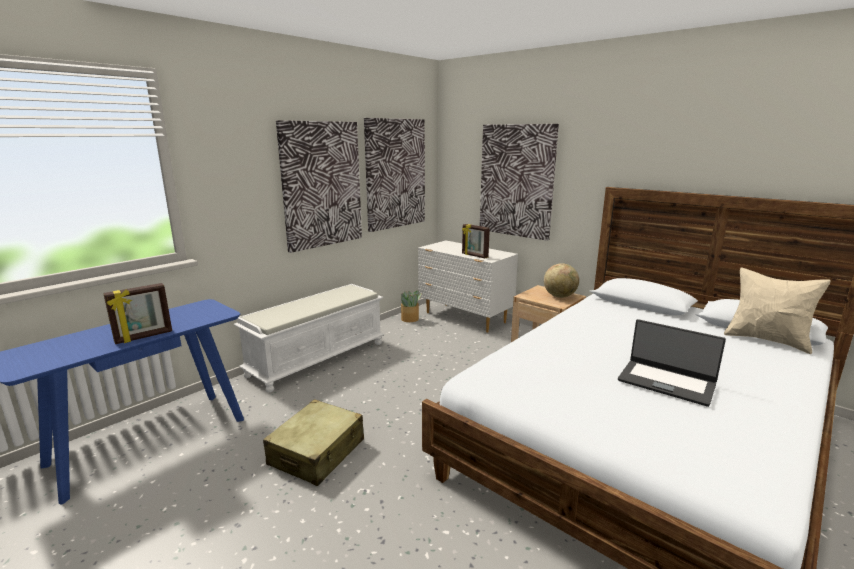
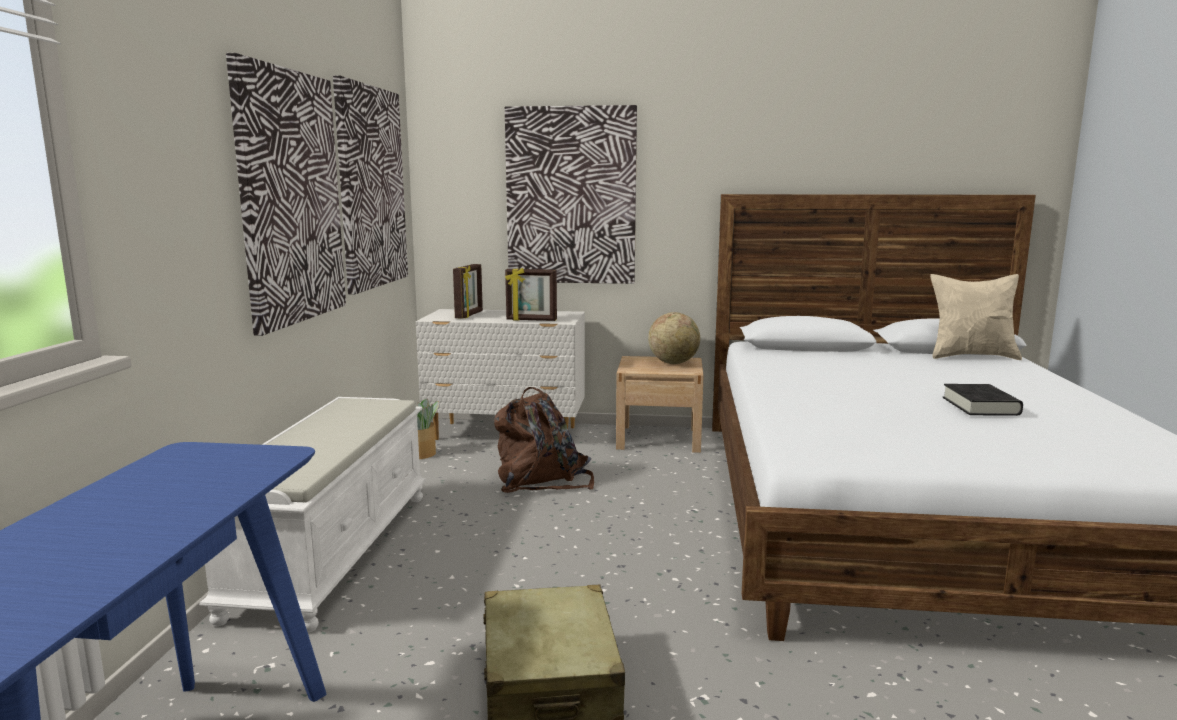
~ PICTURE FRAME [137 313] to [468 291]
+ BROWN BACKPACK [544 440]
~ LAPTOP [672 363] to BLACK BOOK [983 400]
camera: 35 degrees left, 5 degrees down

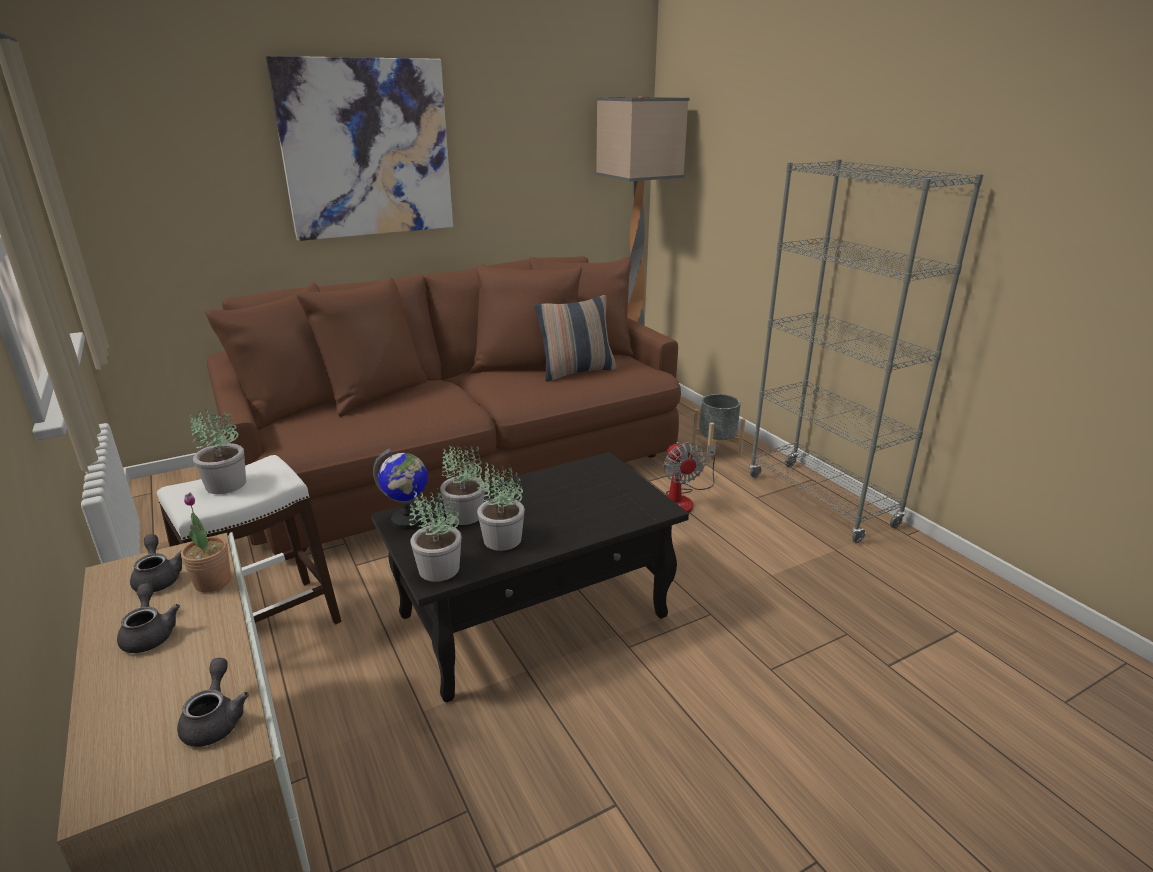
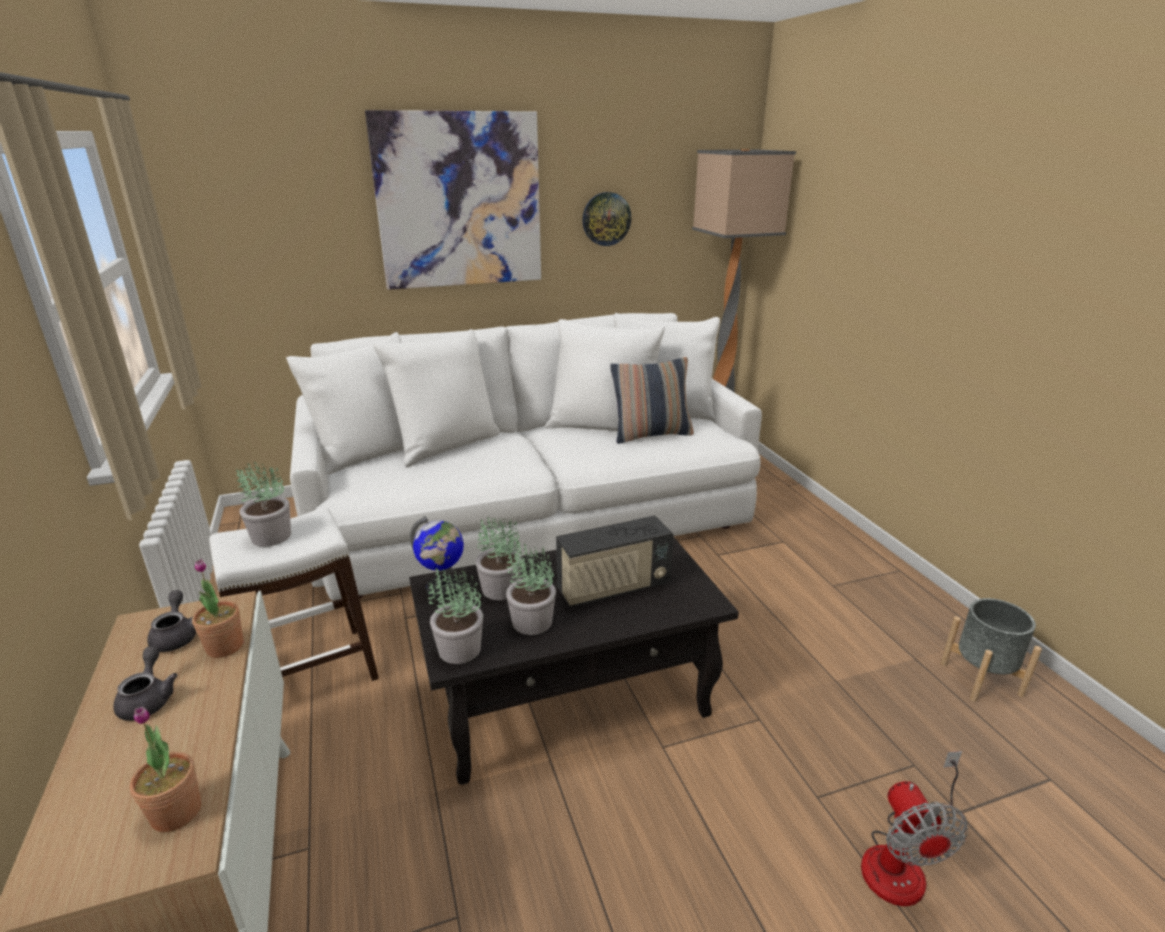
~ GREY TEAPOT [213 702] to POTTED PLANT [165 769]
~ BROWN SOFA [442 405] to WHITE SOFA [524 457]
+ RADIO [615 562]
+ WALL CLOCK [606 219]
~ FAN [690 477] to [914 828]
~ GREY PLANTER [719 427] to [991 650]
- GREY BOOKCASE [866 351]
camera: 10 degrees right, 0 degrees up

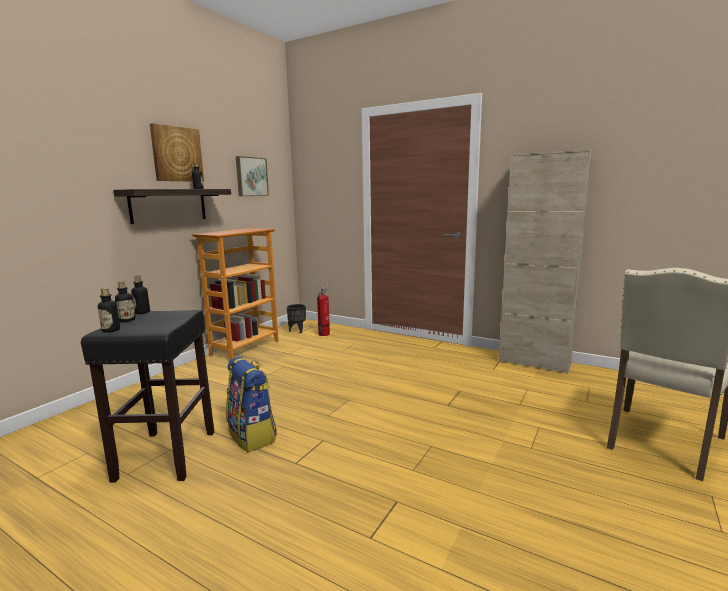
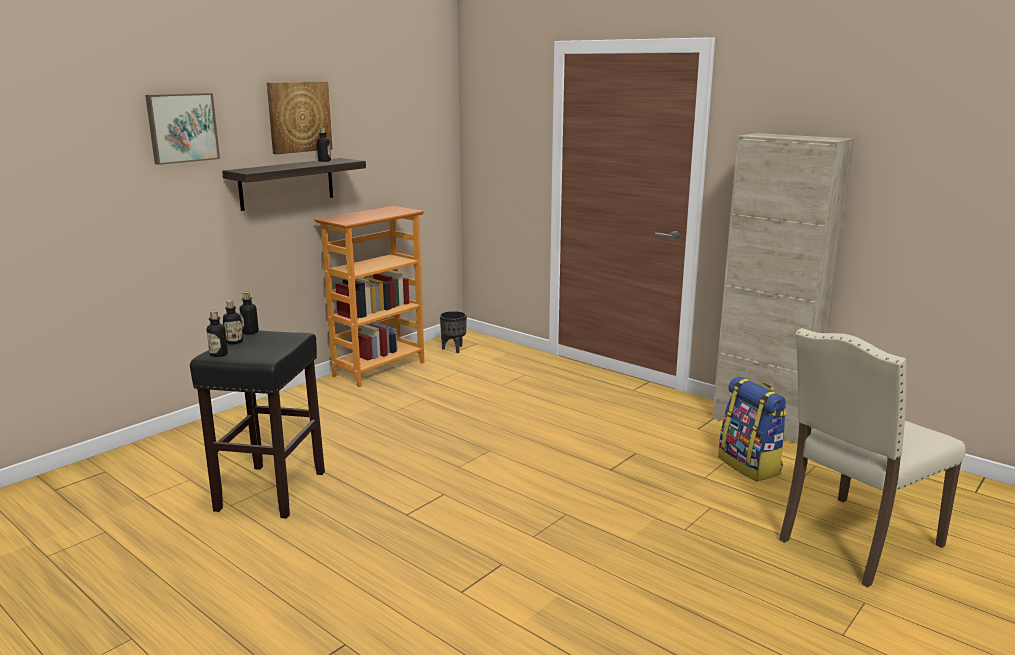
~ PICTURE [252 176] to [182 129]
~ BACKPACK [251 404] to [753 429]
- FIRE EXTINGUISHER [323 310]
camera: 10 degrees right, 5 degrees up

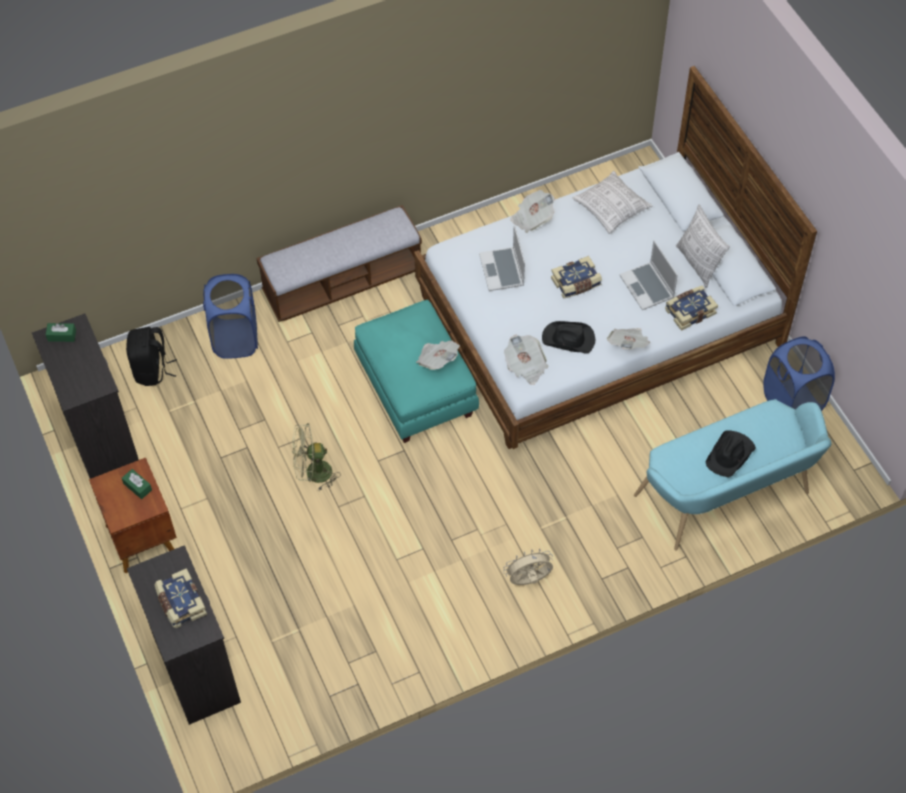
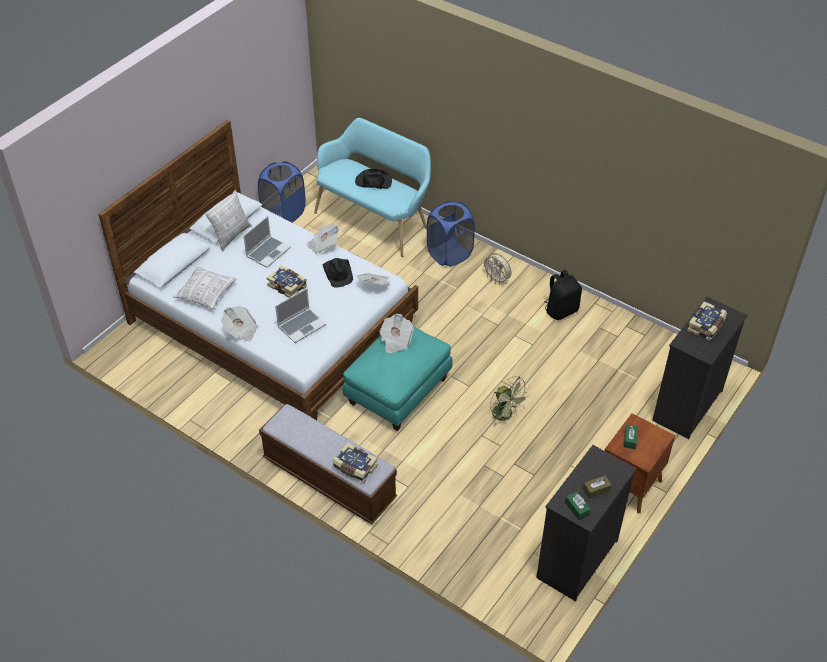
~ BOOK [691 308] to [355 462]
~ BLUE LAUNDRY BASKET [230 316] to [451 234]
~ BLACK BACKPACK [151 356] to [563 295]
+ BROWN TISSUE BOX [597 487]
camera: 120 degrees left, 10 degrees down

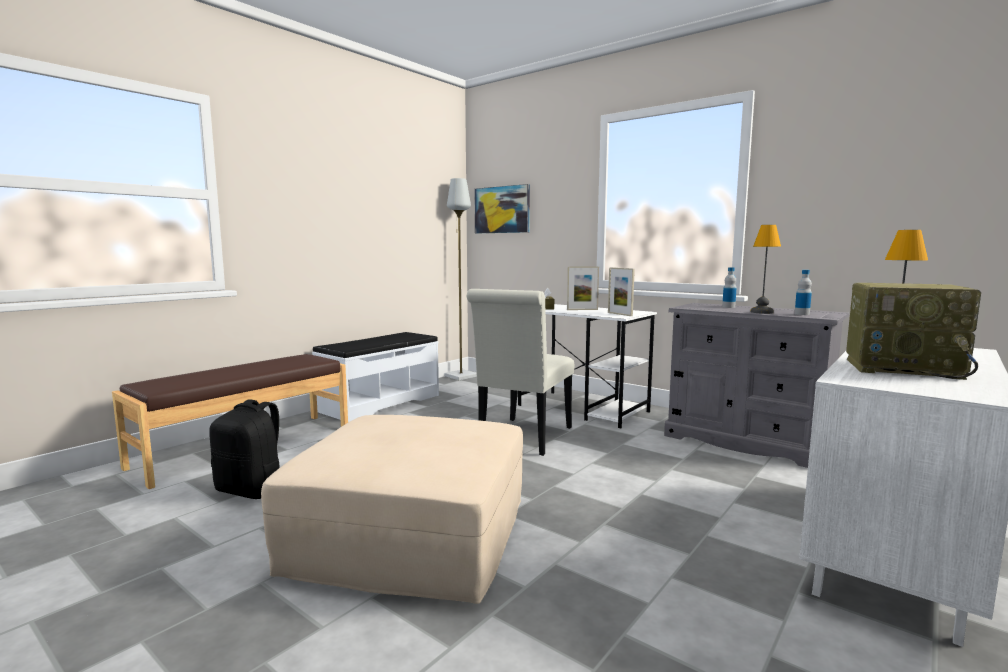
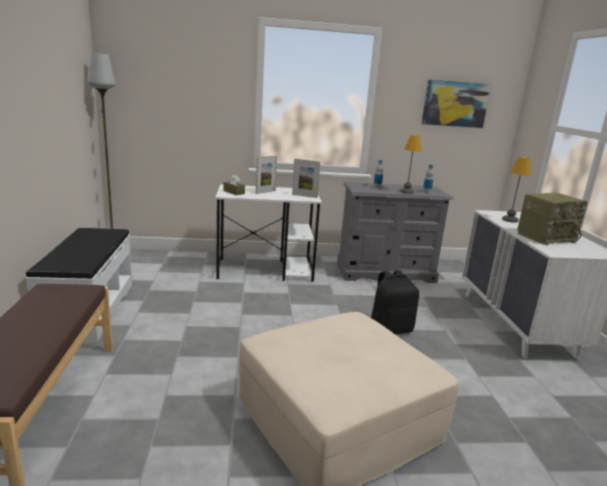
~ BLACK BACKPACK [244 449] to [394 302]
~ PICTURE [502 208] to [456 104]
- WHITE CHAIR [520 372]
camera: 45 degrees left, 10 degrees up

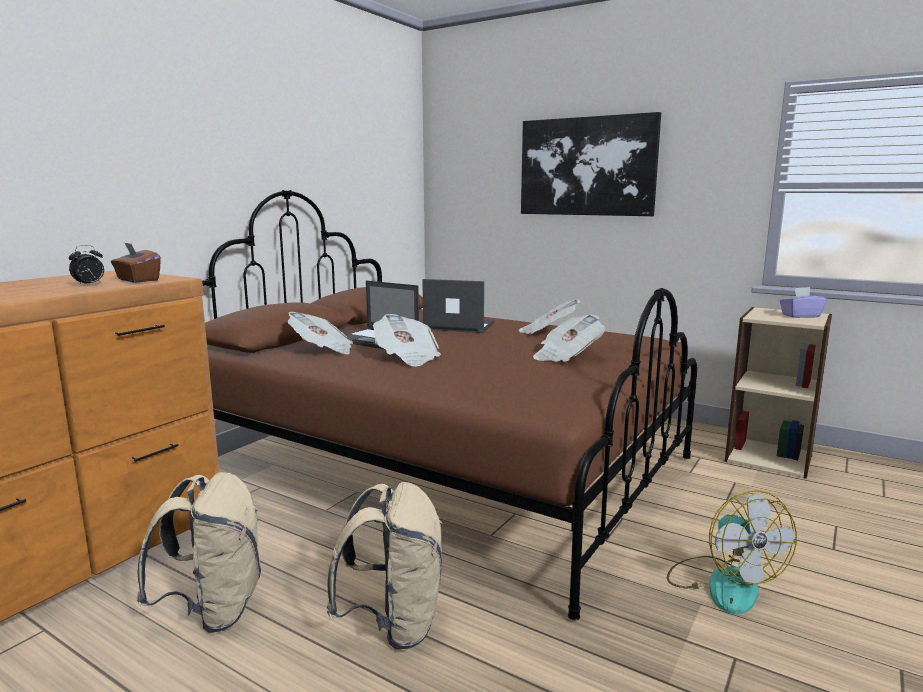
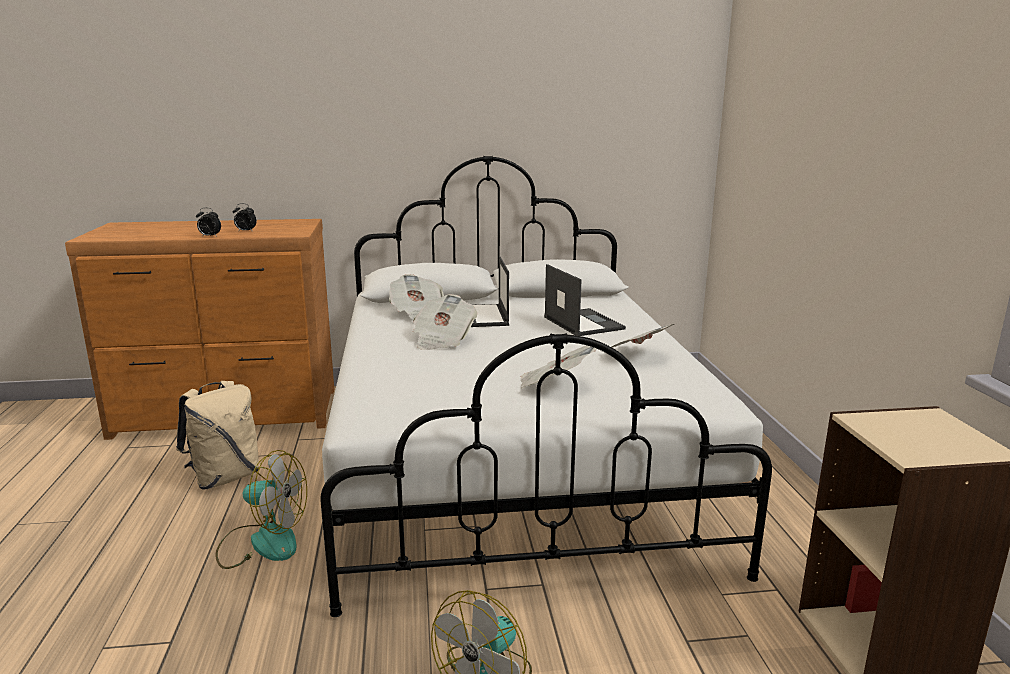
+ ALARM CLOCK [208 222]
~ BEIGE BACKPACK [384 566] to FAN [261 509]
~ BROWN BED [449 405] to WHITE BED [546 386]
- BROWN TISSUE BOX [136 262]
- PICTURE [591 164]
- PURPLE TISSUE BOX [803 302]
camera: 50 degrees right, 5 degrees up

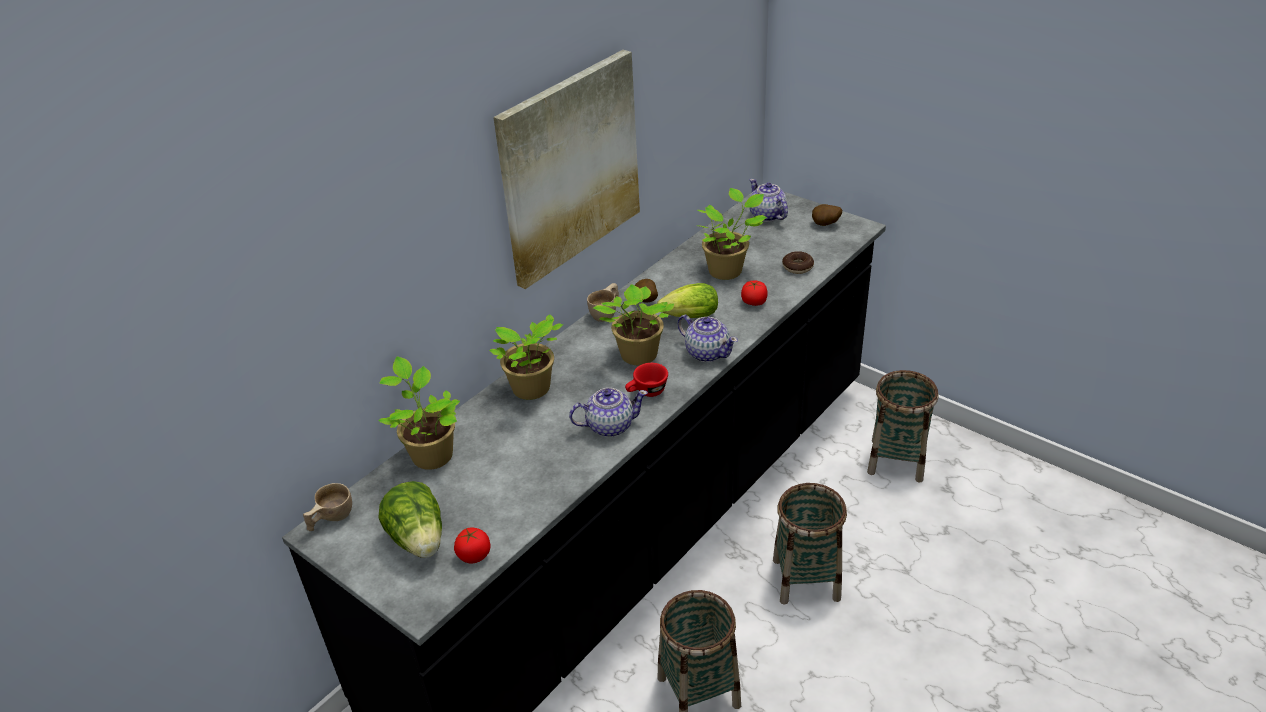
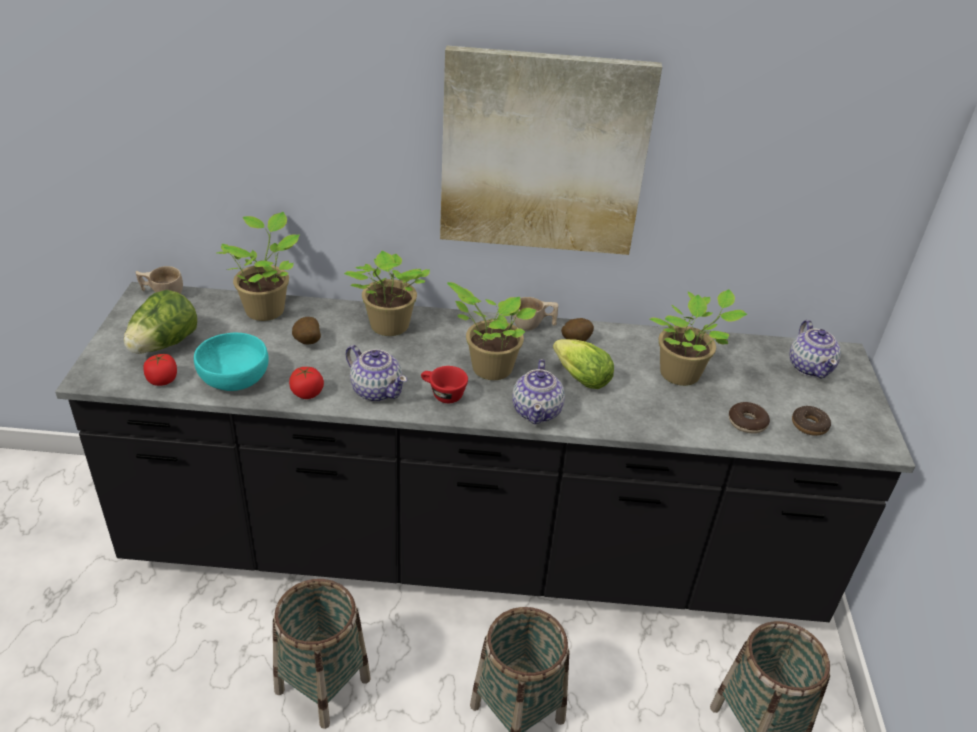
+ TURQUOISE BOWL [231 362]
~ TOMATO [754 293] to [306 383]
~ POTATO [827 215] to [306 330]
~ TEAPOT [769 200] = [815 349] 150 degrees clockwise
+ DONUT [811 421]
camera: 50 degrees right, 0 degrees up

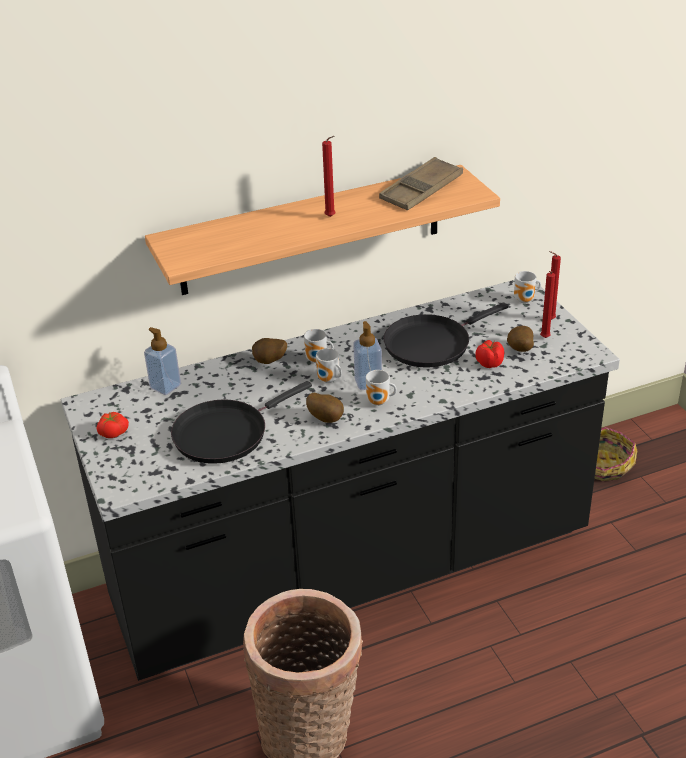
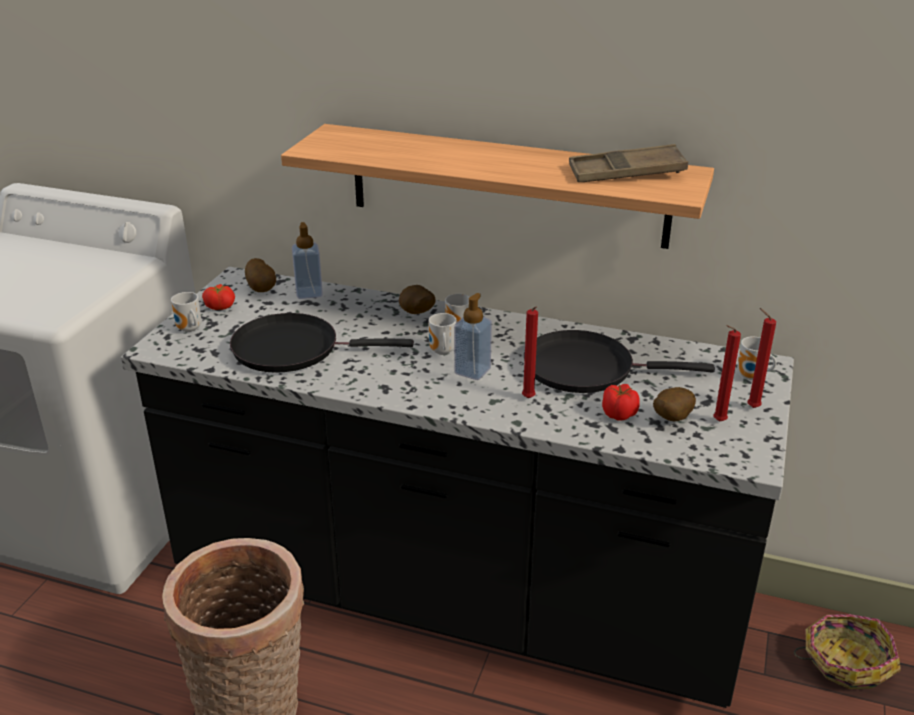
~ MUG [381 388] to [186 312]
~ POTATO [325 408] to [260 275]
~ RED CANDLE [328 176] to [530 352]
camera: 40 degrees right, 5 degrees down

